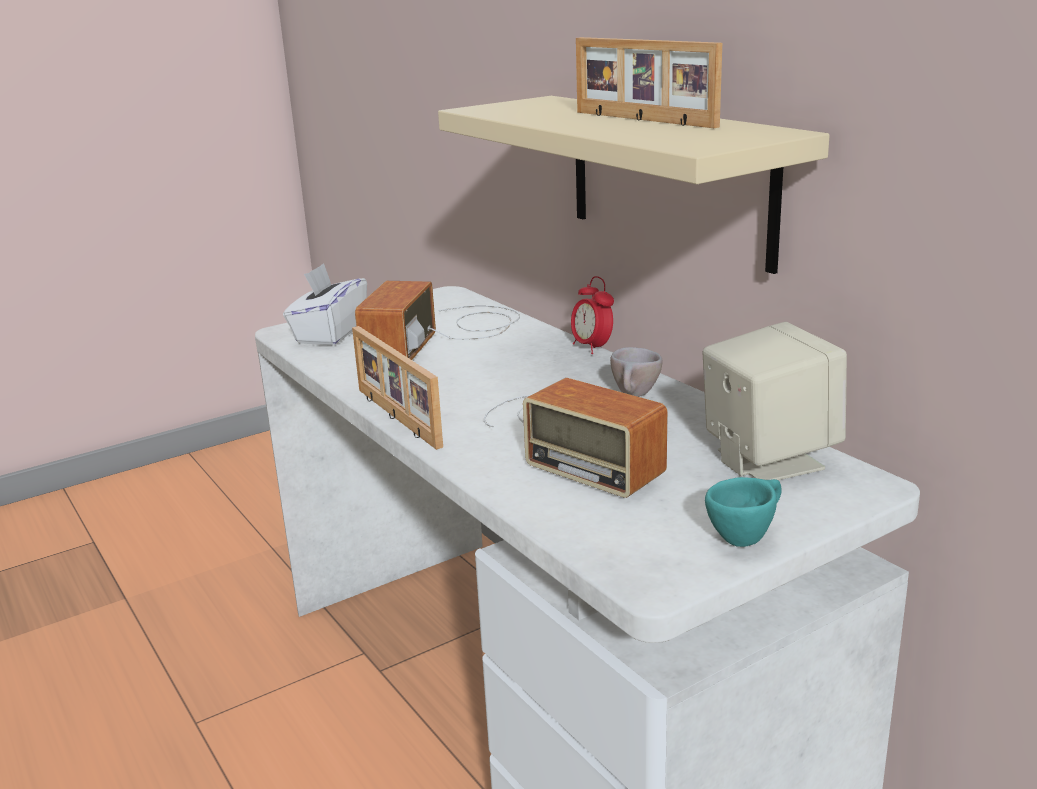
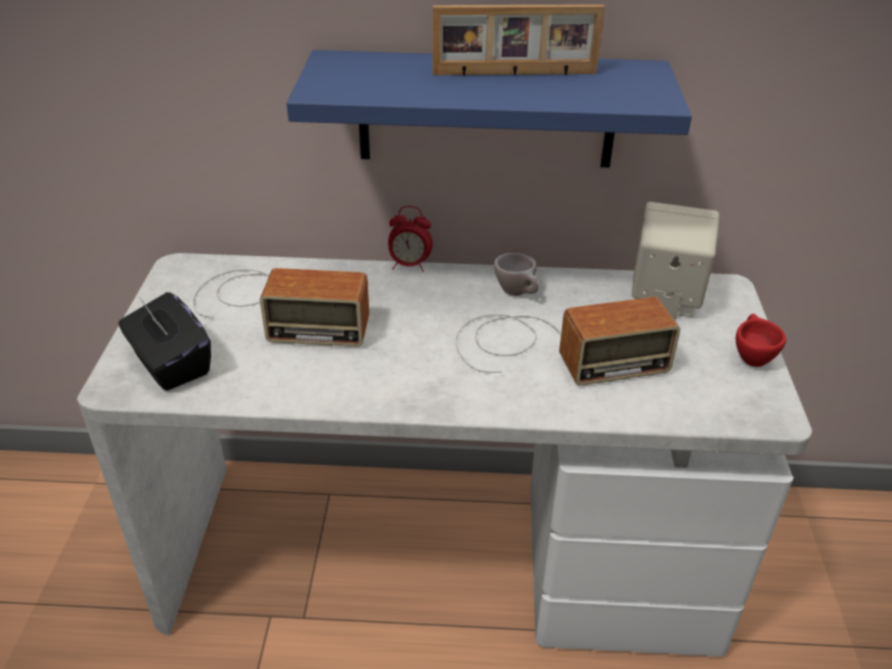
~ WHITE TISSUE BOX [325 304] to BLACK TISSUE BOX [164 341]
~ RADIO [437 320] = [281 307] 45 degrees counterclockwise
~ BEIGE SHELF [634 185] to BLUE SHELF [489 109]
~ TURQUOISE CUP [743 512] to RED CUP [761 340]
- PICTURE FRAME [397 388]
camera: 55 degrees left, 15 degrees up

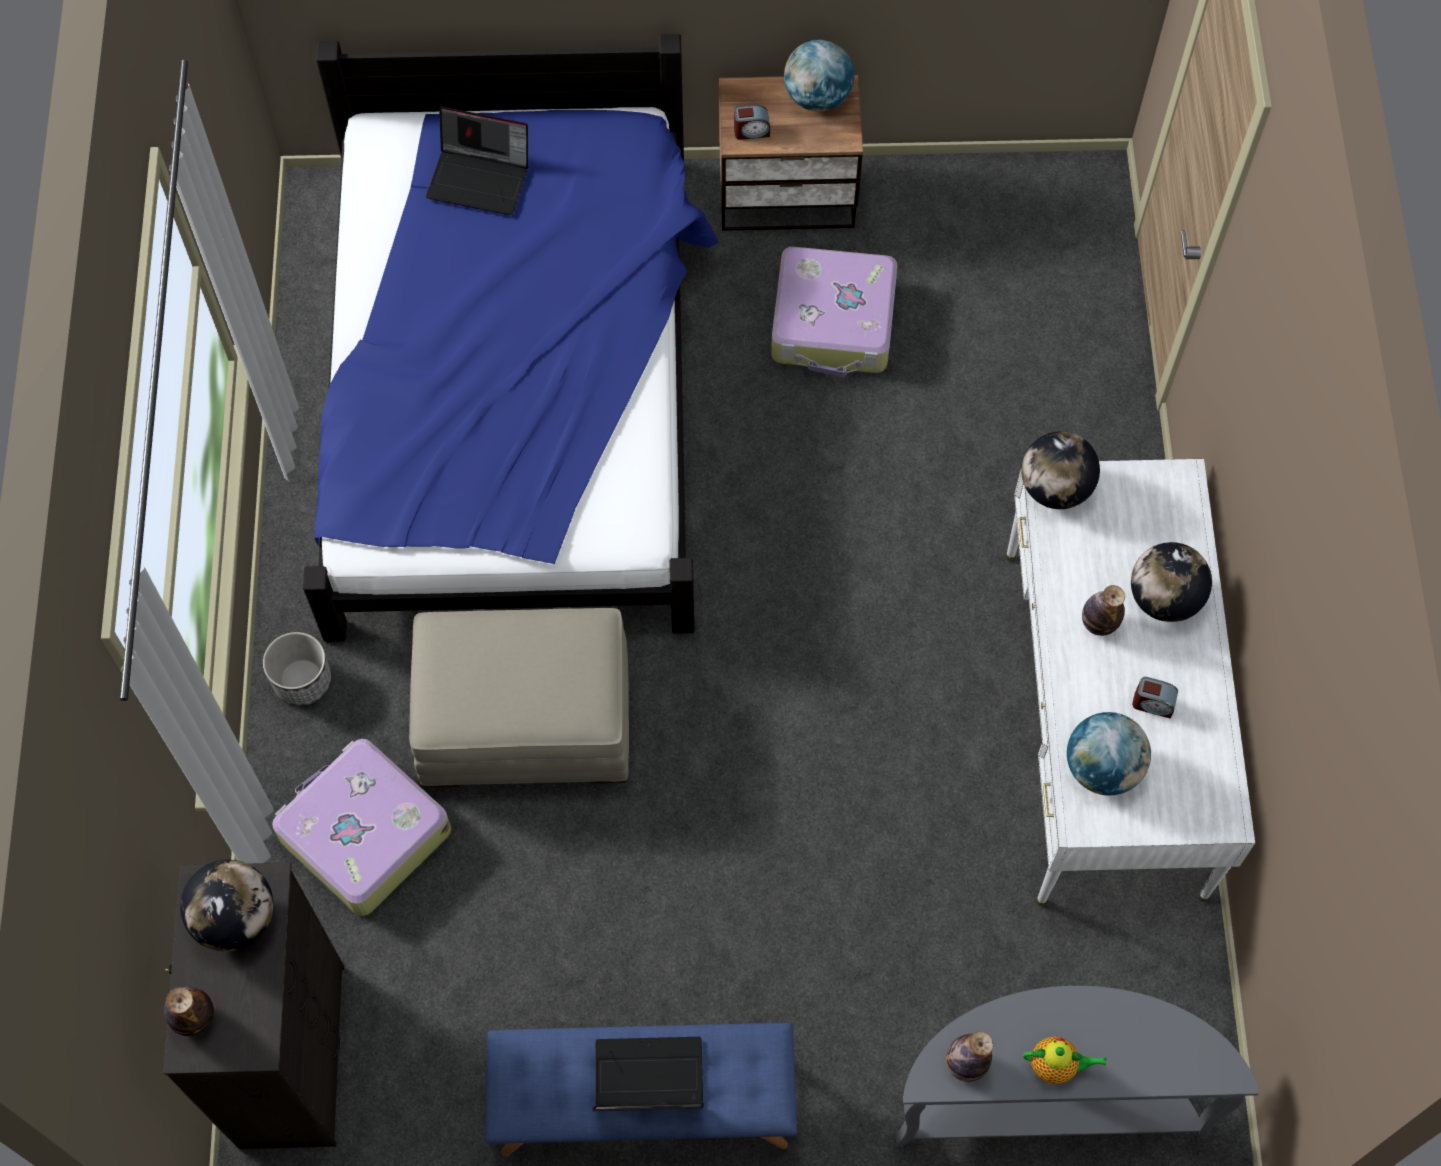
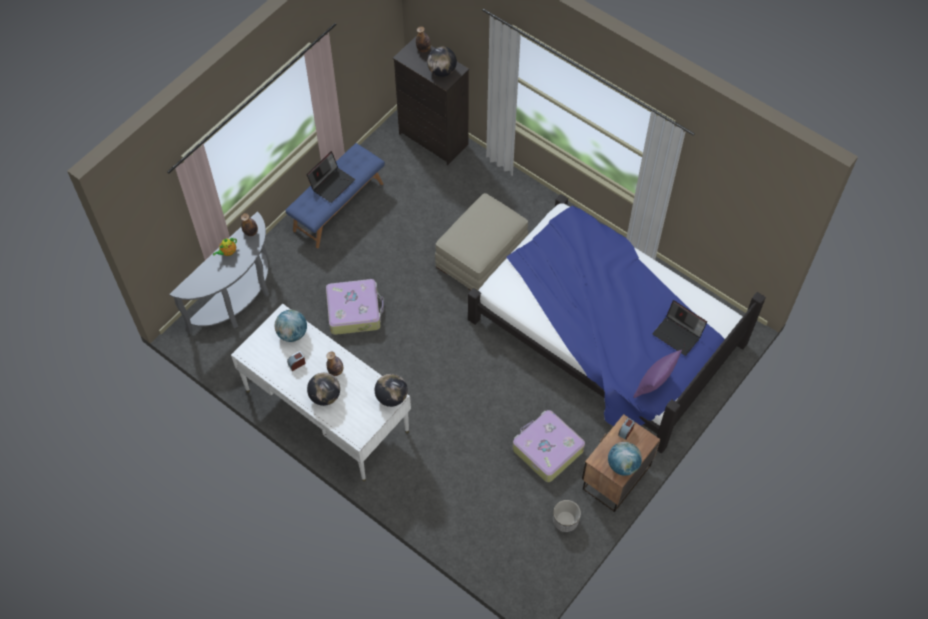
~ SUITCASE [361 827] to [355 307]
~ PLANTER [297 669] to [567 516]
+ PURPLE PILLOW [657 374]
~ LAPTOP [477 160] = [679 328] 105 degrees counterclockwise
camera: 130 degrees right, 5 degrees down

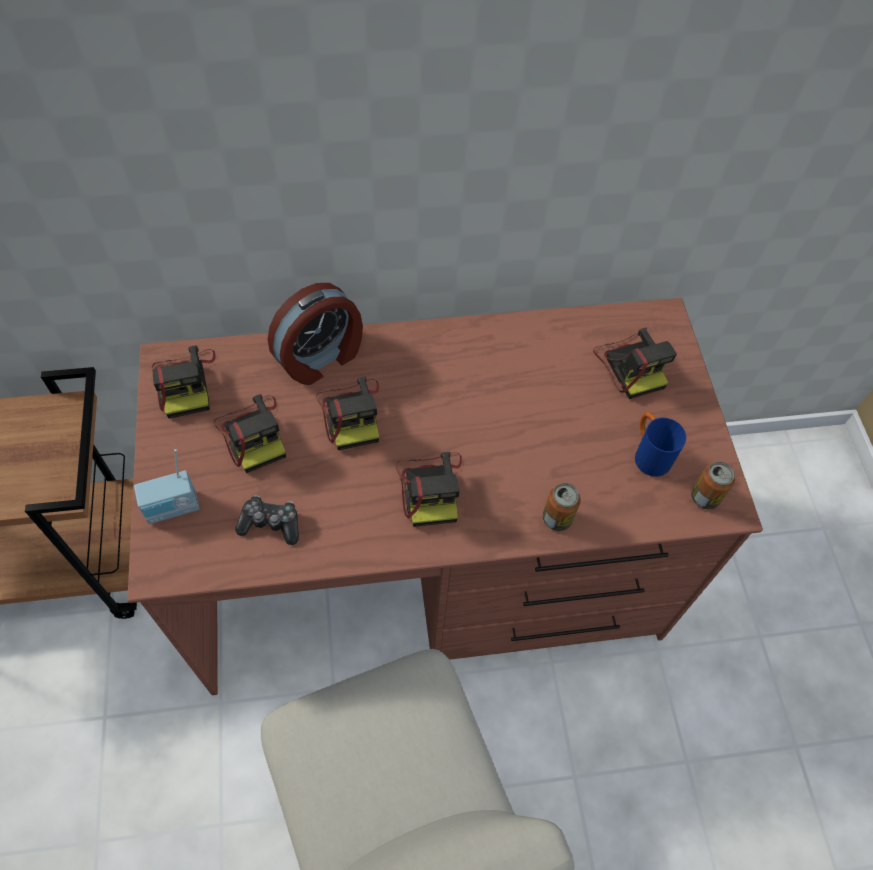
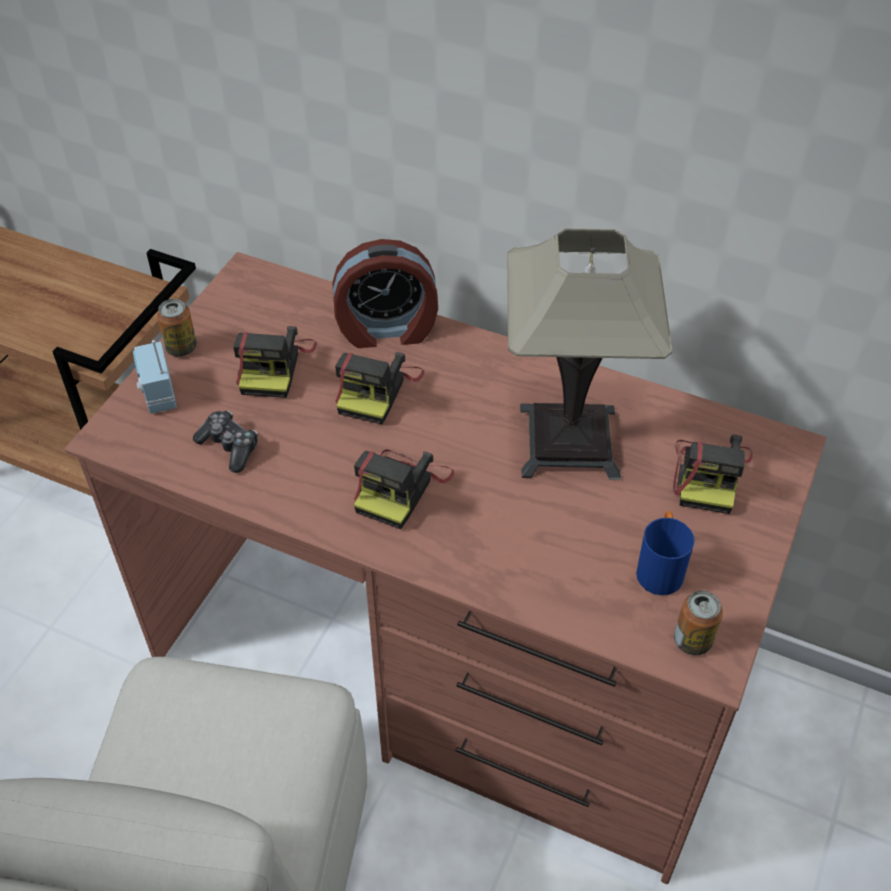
~ RADIO [167 486] = [155 377] 60 degrees clockwise
~ CAN [562 507] to [177 328]
+ TABLE LAMP [589 354]
- PHOTO CAMERA [184 382]
camera: 35 degrees right, 10 degrees down

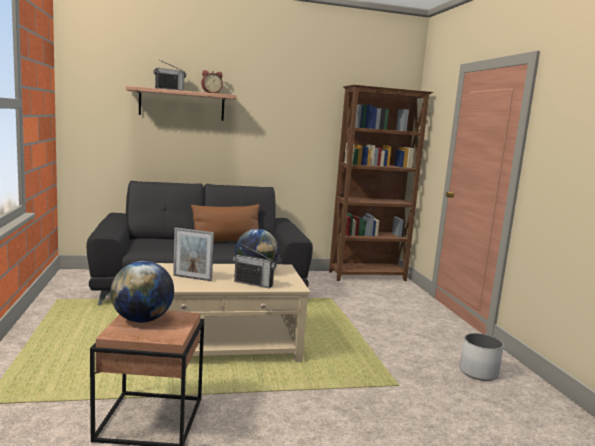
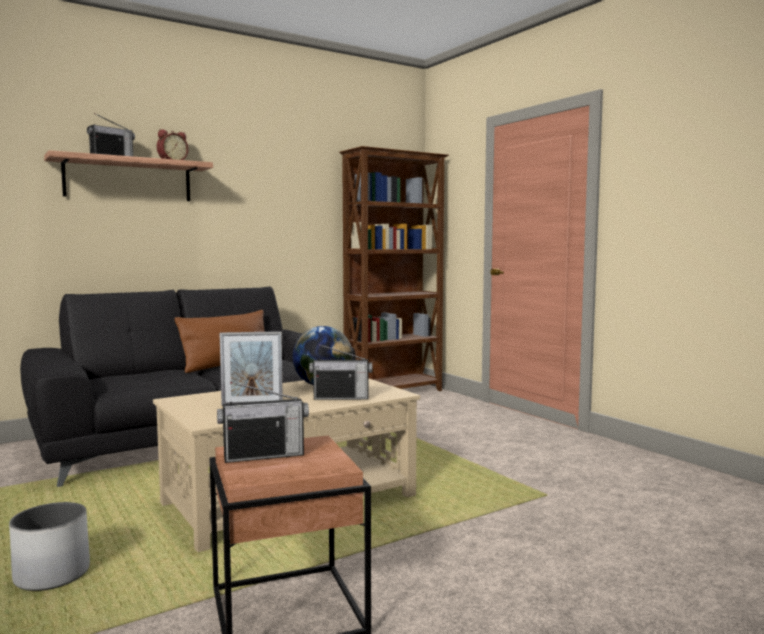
~ WHITE PLANTER [482 357] to [49 546]
~ GLOBE [142 292] to RADIO [263 422]
camera: 20 degrees left, 5 degrees down

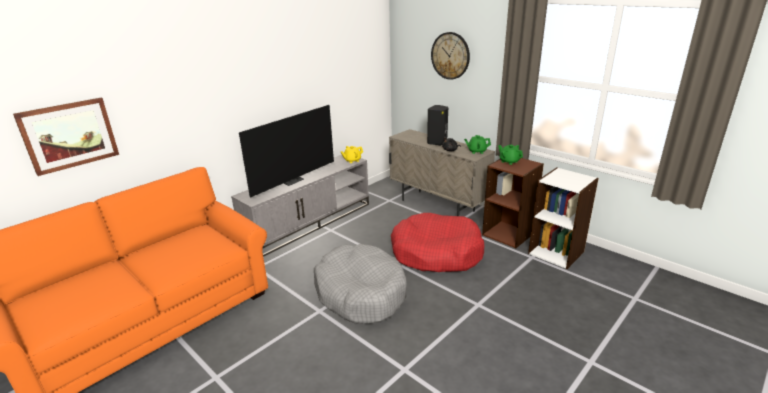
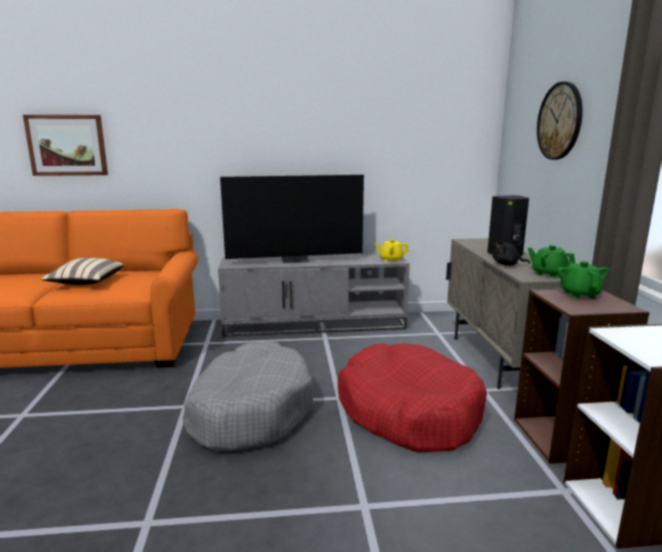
+ BEIGE PILLOW [82 271]
camera: 40 degrees right, 10 degrees down

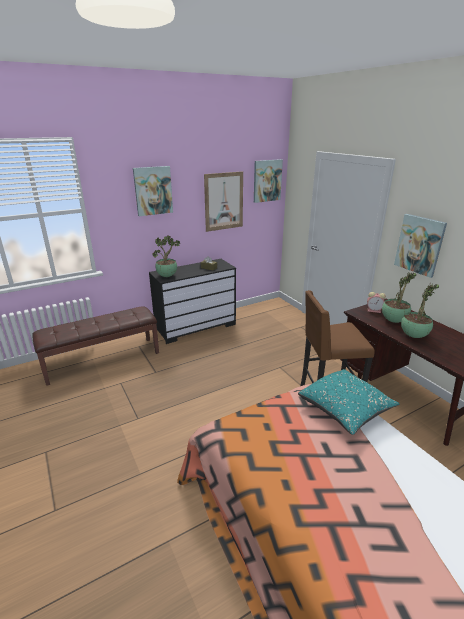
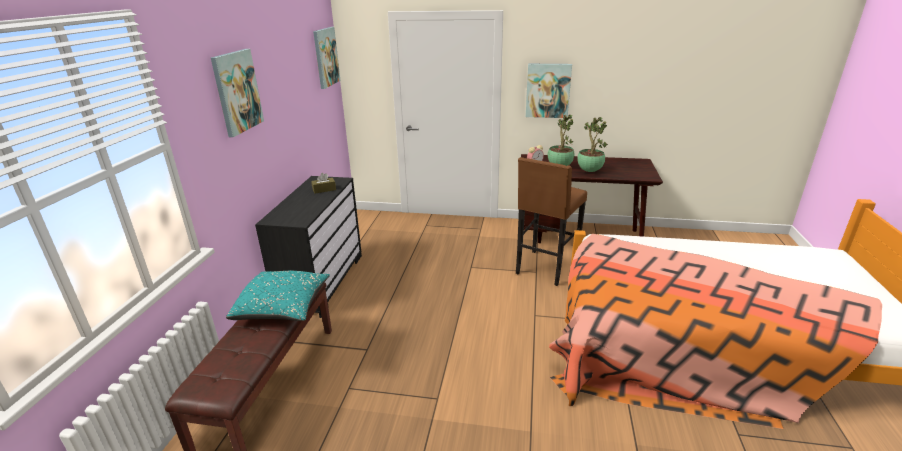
~ TURQUOISE PILLOW [348 402] to [278 296]
- POTTED PLANT [166 256]
- PICTURE [223 201]
camera: 50 degrees left, 0 degrees up

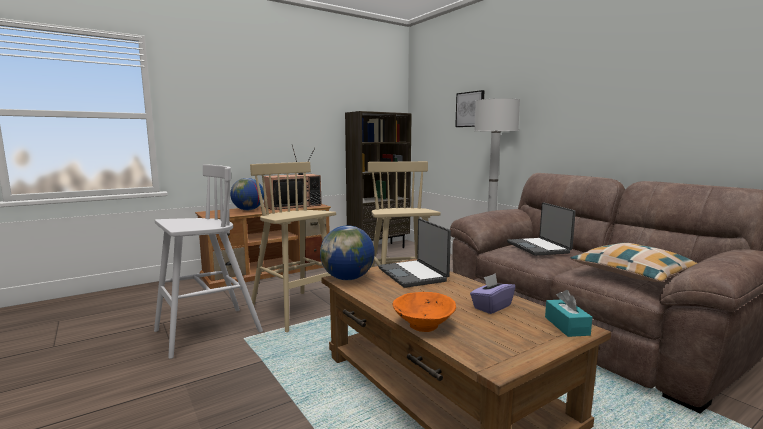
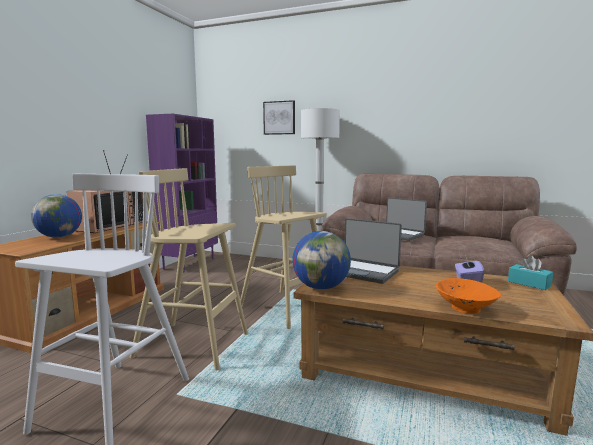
~ BROWN BOOKCASE [378 179] to PURPLE BOOKCASE [182 193]
- PILLOW [633 262]
camera: 35 degrees left, 0 degrees up

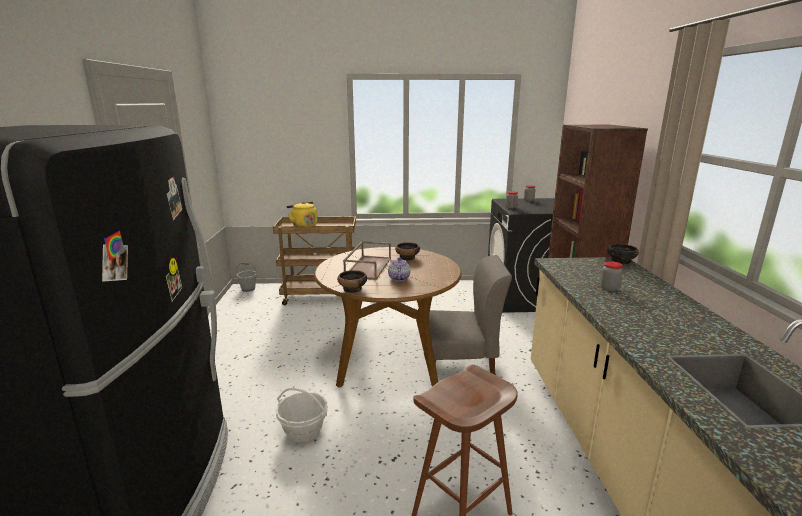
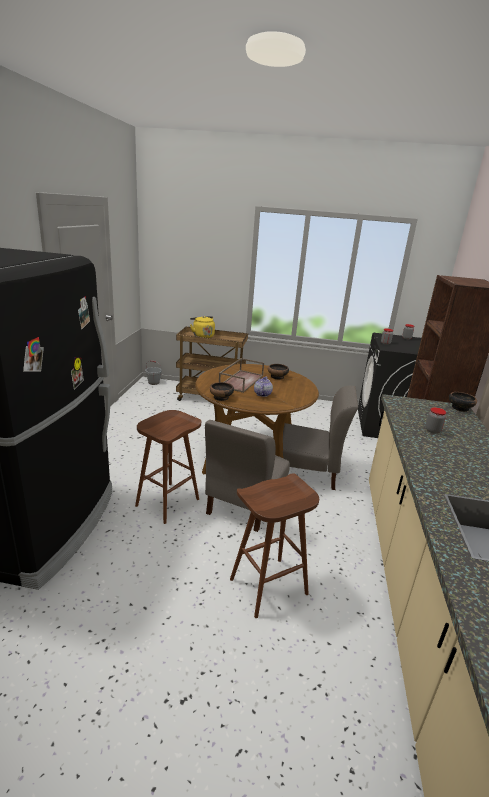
~ BASKET [302 415] to BROWN STOOL [168 467]
+ GREY CHAIR [247 476]
camera: 10 degrees right, 5 degrees up

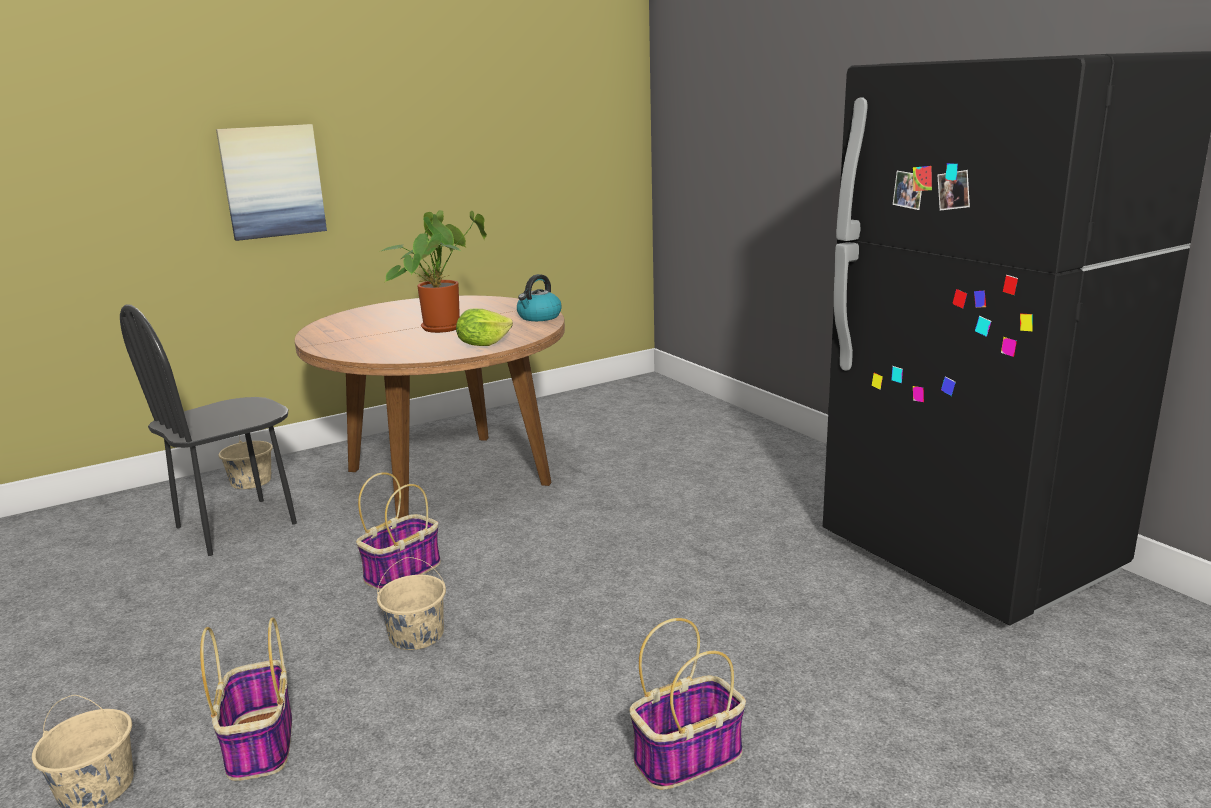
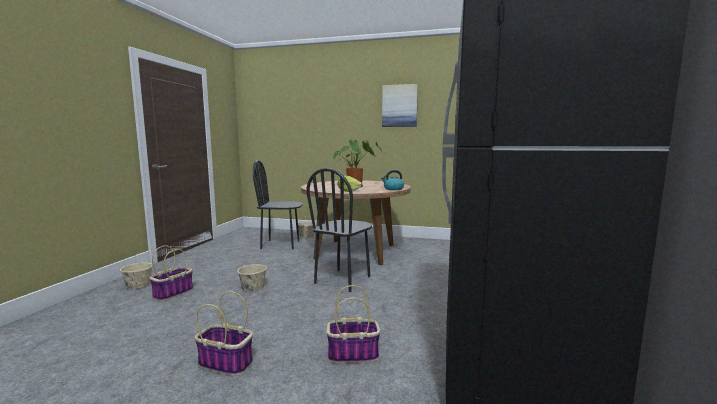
+ BLACK CHAIR [339 230]
~ BASKET [398 531] to [353 324]
~ PICTURE [271 182] to [400 105]
camera: 45 degrees right, 10 degrees down

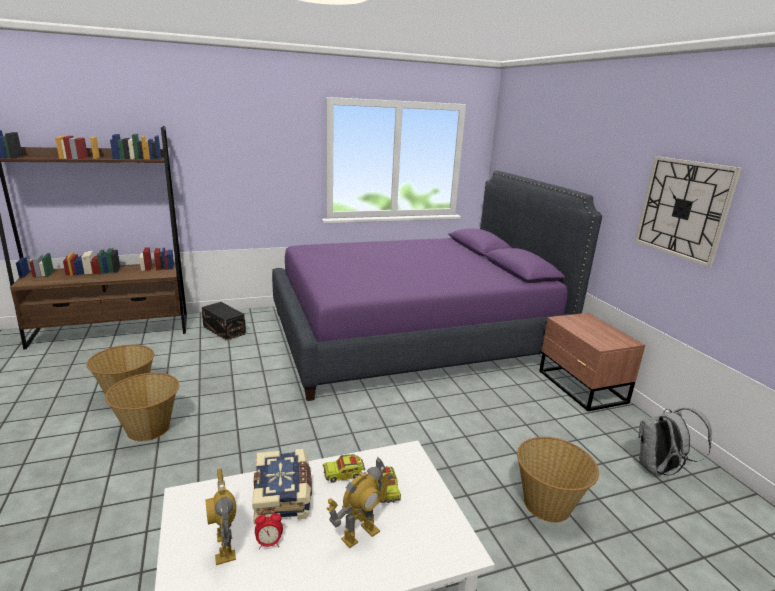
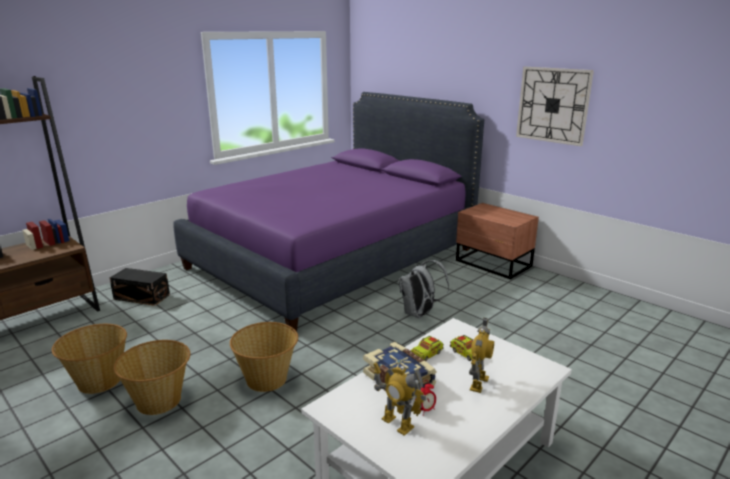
~ BASKET [558 480] to [264 357]
~ GREY BACKPACK [675 442] to [424 289]
camera: 25 degrees left, 0 degrees up

